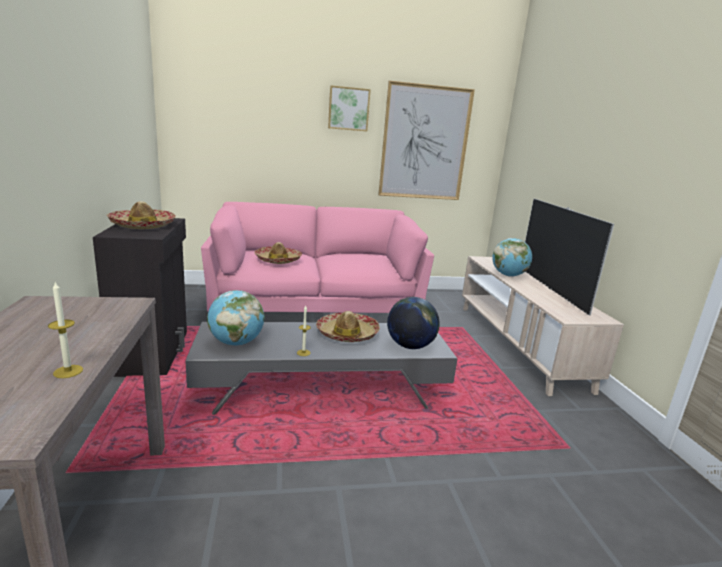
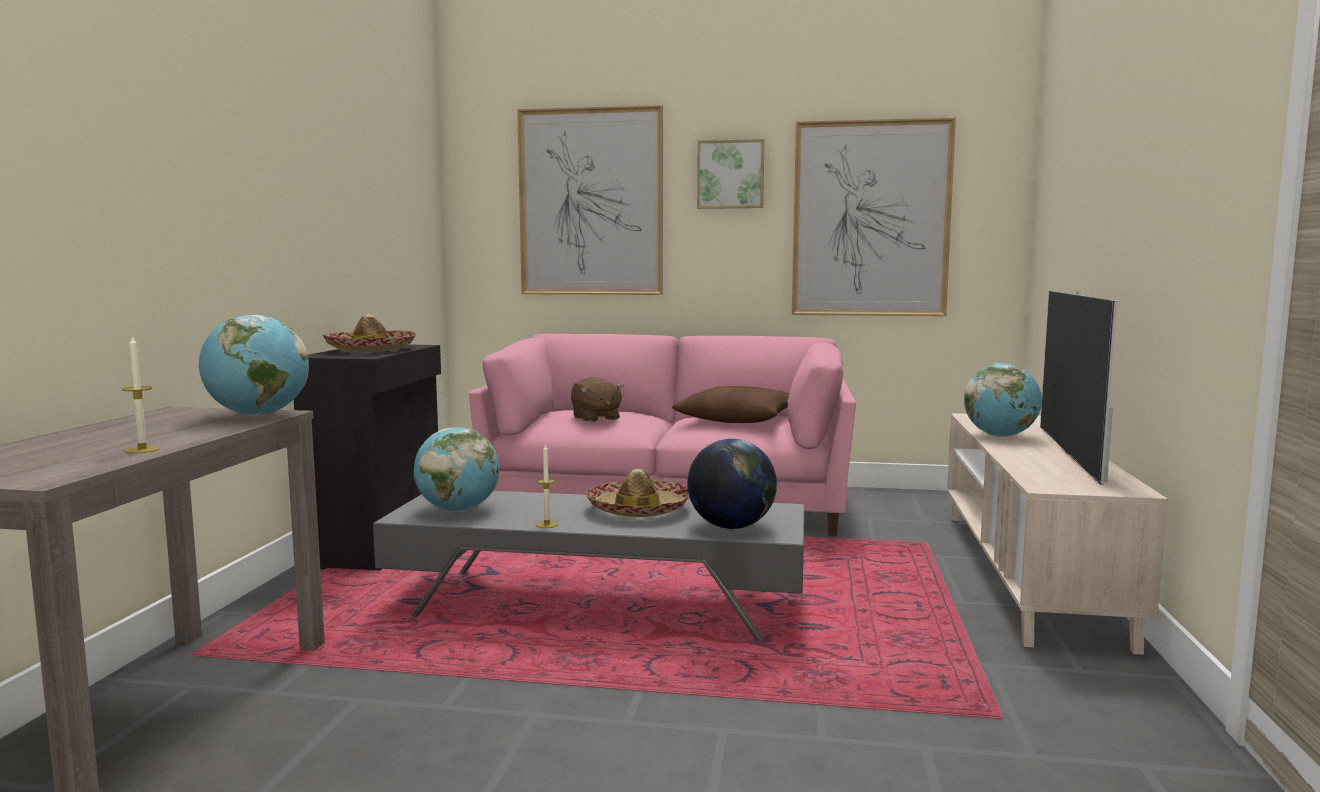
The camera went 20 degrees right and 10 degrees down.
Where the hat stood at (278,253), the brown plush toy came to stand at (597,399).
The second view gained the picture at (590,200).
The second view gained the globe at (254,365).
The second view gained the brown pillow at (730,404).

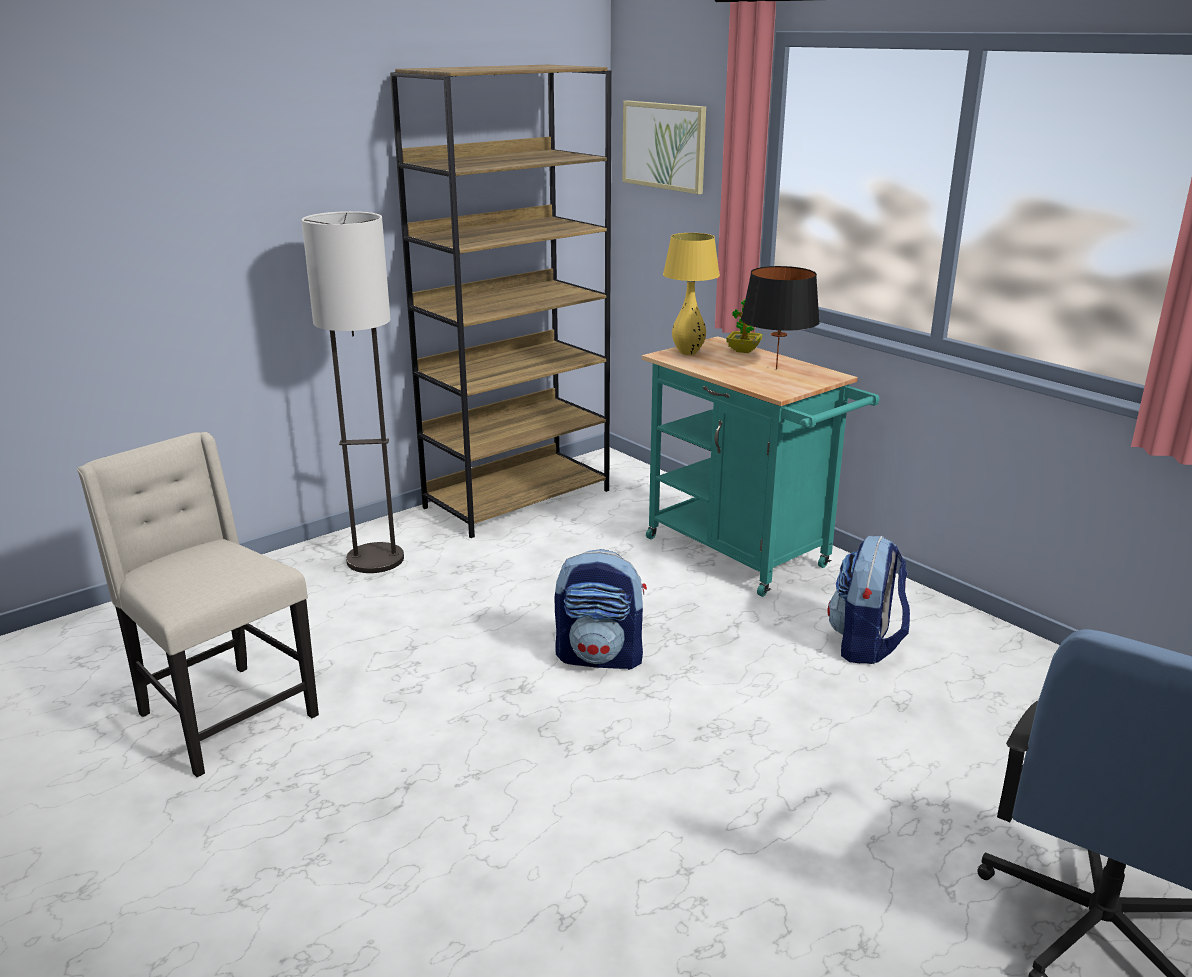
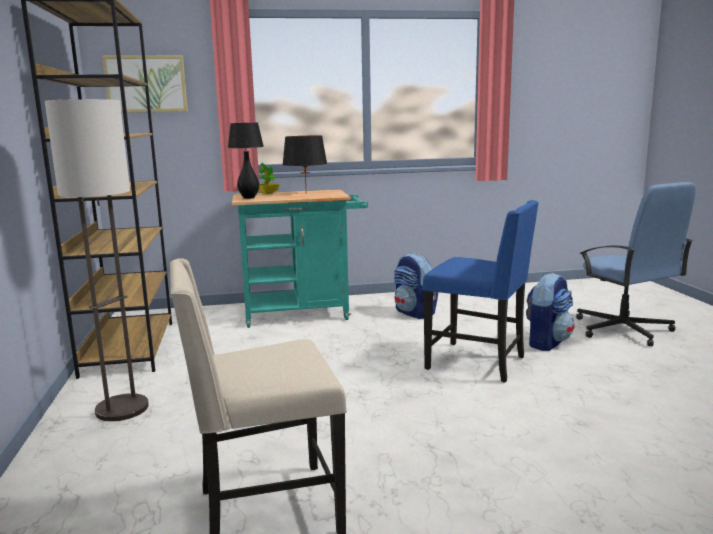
The camera went 60 degrees left and 10 degrees down.
What was the yellow table lamp at (691,294) turned into the black table lamp at (246,161).
The backpack ended up elsewhere, having gone from (601,609) to (550,312).
The second view gained the blue chair at (480,291).

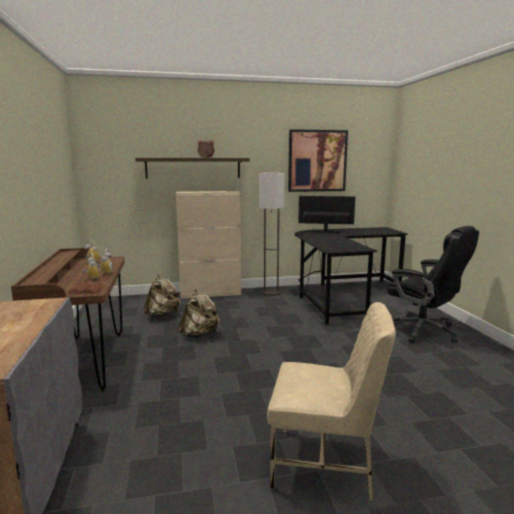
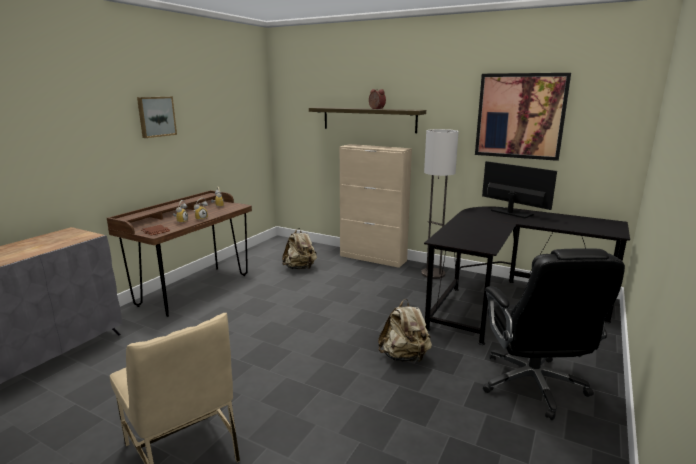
The camera went 40 degrees right and 5 degrees up.
The beige backpack ended up elsewhere, having gone from (199,314) to (405,330).
The second view gained the picture at (157,117).

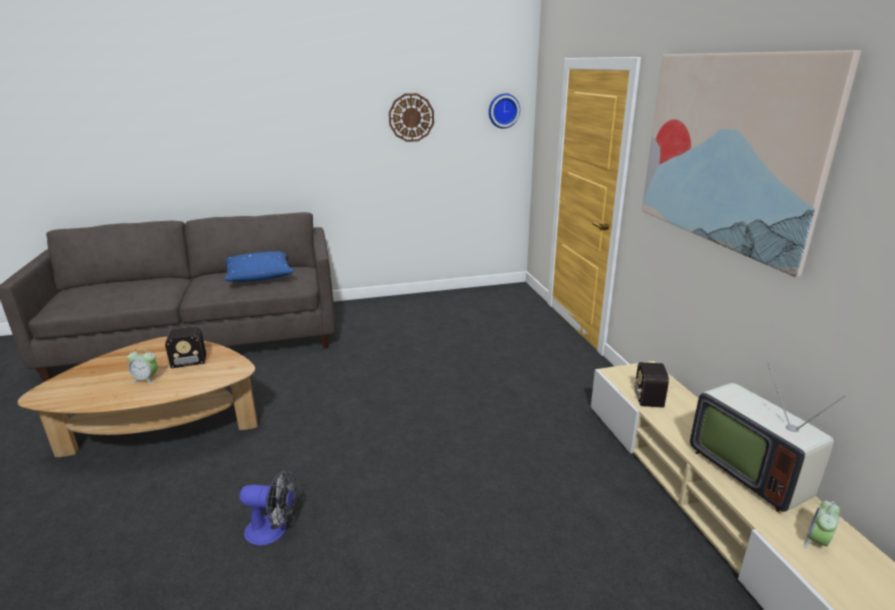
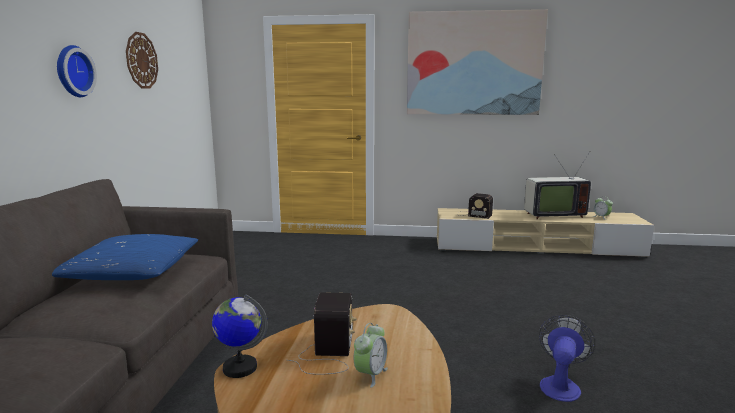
The camera went 70 degrees left and 10 degrees down.
The wall clock ended up elsewhere, having gone from (504,111) to (77,71).
The second view gained the globe at (240,336).

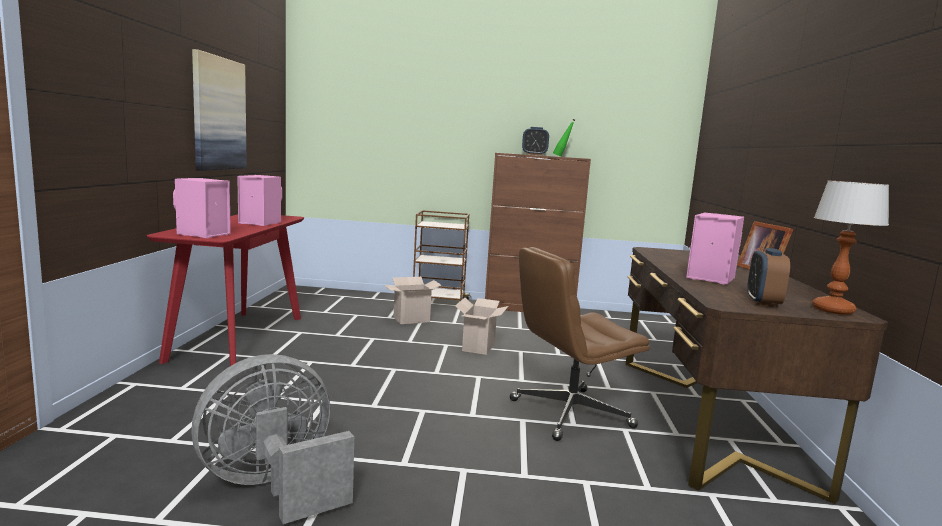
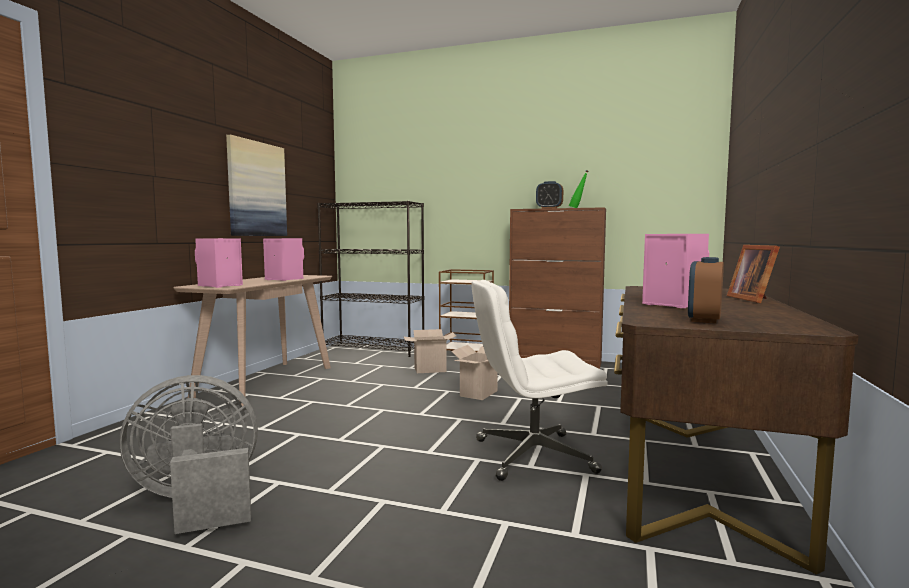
The camera went 15 degrees right and 5 degrees down.
The second view lost the table lamp at (850,247).
What was the red console table at (225,290) turned into the beige console table at (252,340).
What was the brown office chair at (580,344) turned into the white office chair at (539,380).
The second view gained the black bookcase at (370,279).

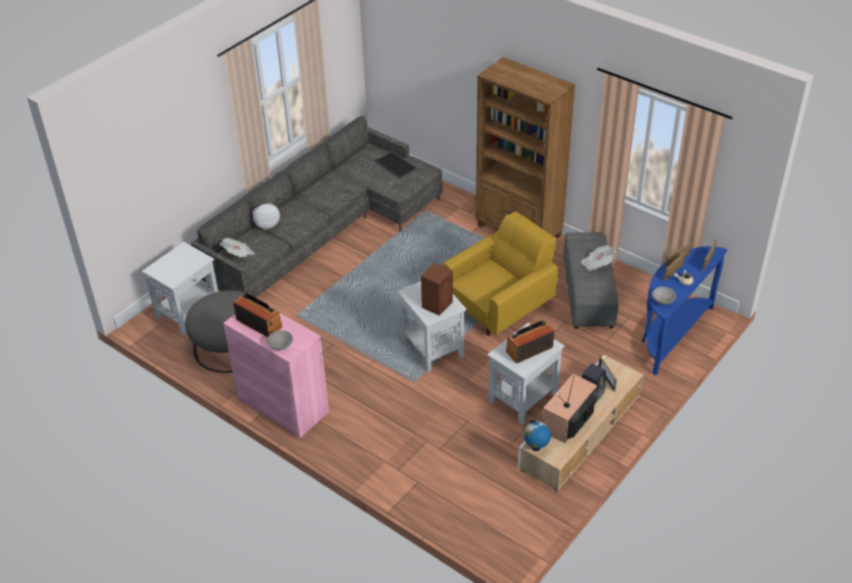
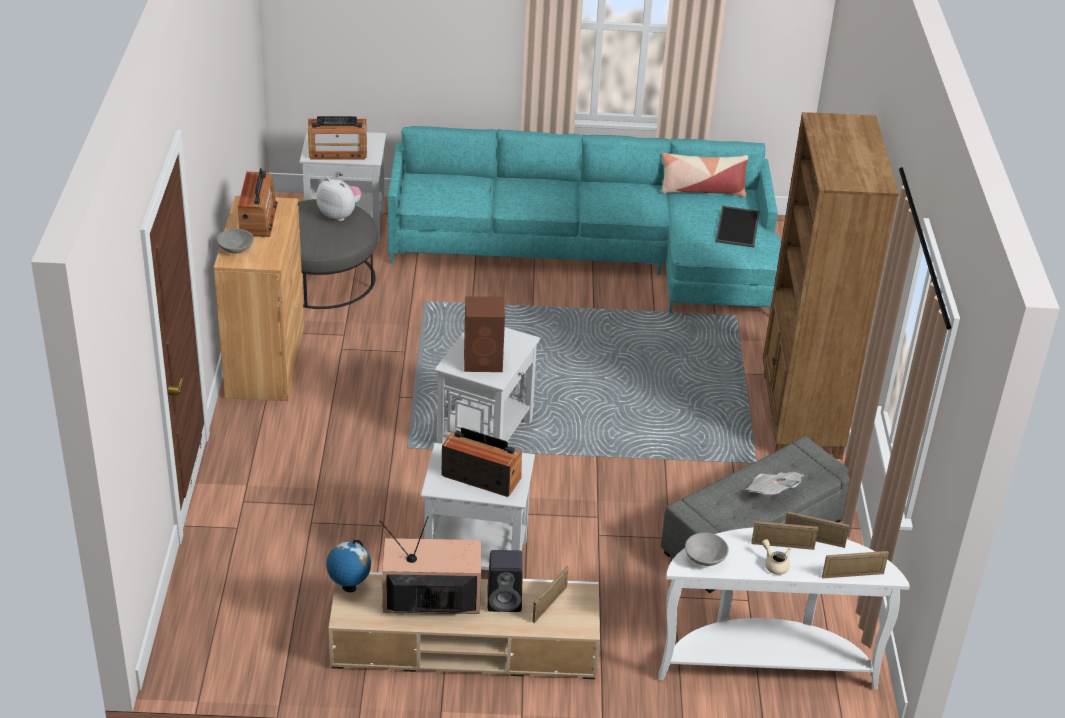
The camera went 50 degrees right and 5 degrees down.
What was the grey sofa at (316,206) turned into the turquoise sofa at (584,219).
The plush toy ended up elsewhere, having gone from (266,216) to (339,199).
The second view lost the yellow armchair at (500,274).
The second view lost the newspaper at (237,247).
What was the blue console table at (684,310) turned into the white console table at (784,609).
What was the pink cabinet at (276,375) turned into the brown cabinet at (259,298).
The second view gained the radio at (337,137).
The second view gained the pillow at (705,175).

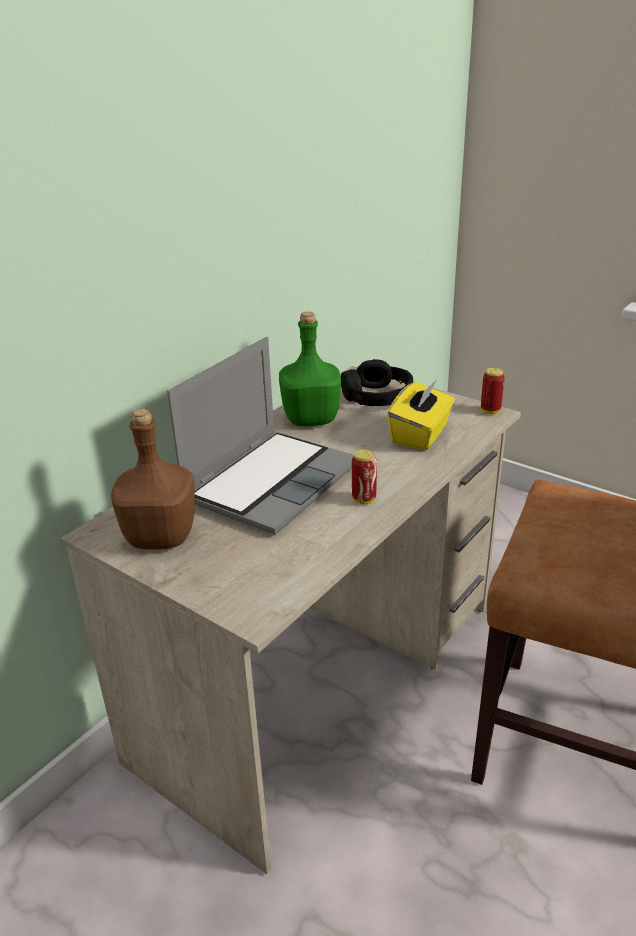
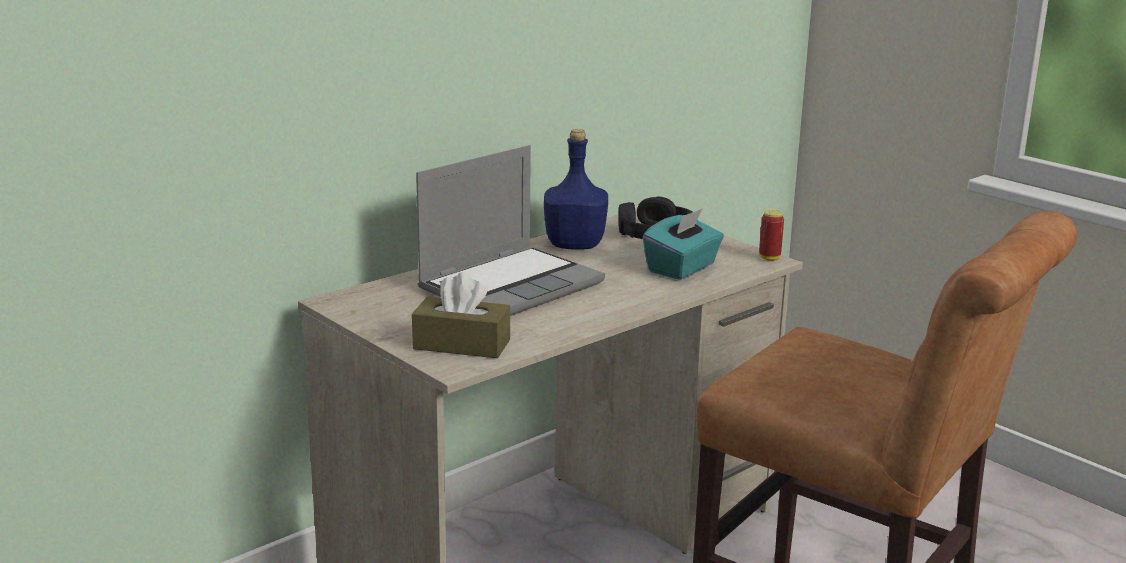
The camera went 10 degrees right and 10 degrees down.
What was the green bottle at (310,369) turned into the blue bottle at (576,189).
What was the yellow tissue box at (421,414) turned into the turquoise tissue box at (683,244).
The second view lost the brown bottle at (153,479).
The second view lost the can at (364,476).
The second view gained the brown tissue box at (461,315).

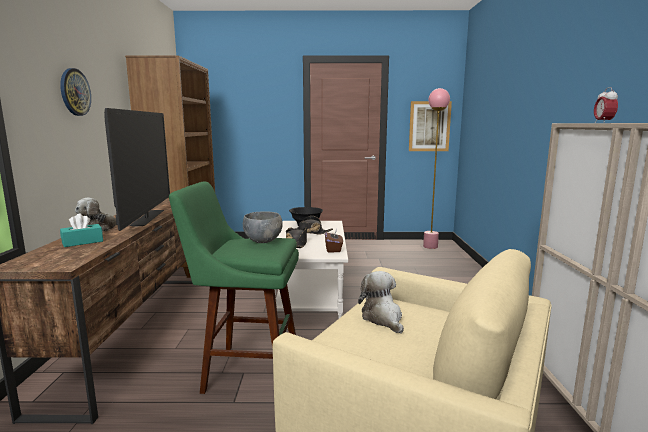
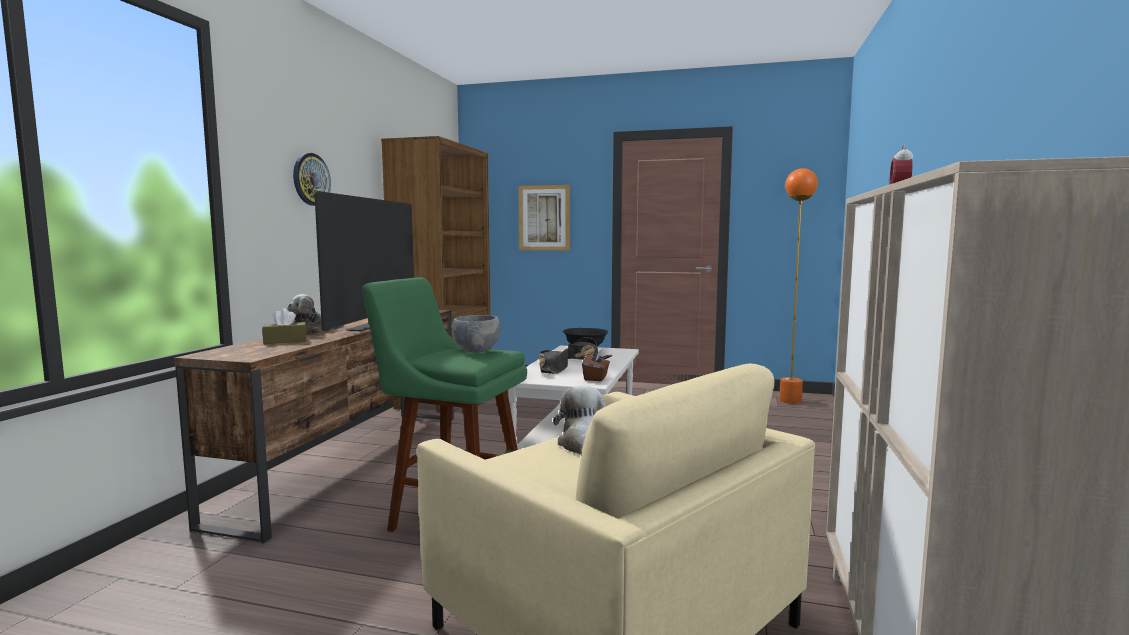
The camera went 15 degrees right and 5 degrees down.
What was the pink floor lamp at (436,168) turned into the orange floor lamp at (798,286).
The picture ended up elsewhere, having gone from (430,126) to (544,217).
What was the turquoise tissue box at (81,230) turned into the brown tissue box at (284,326).

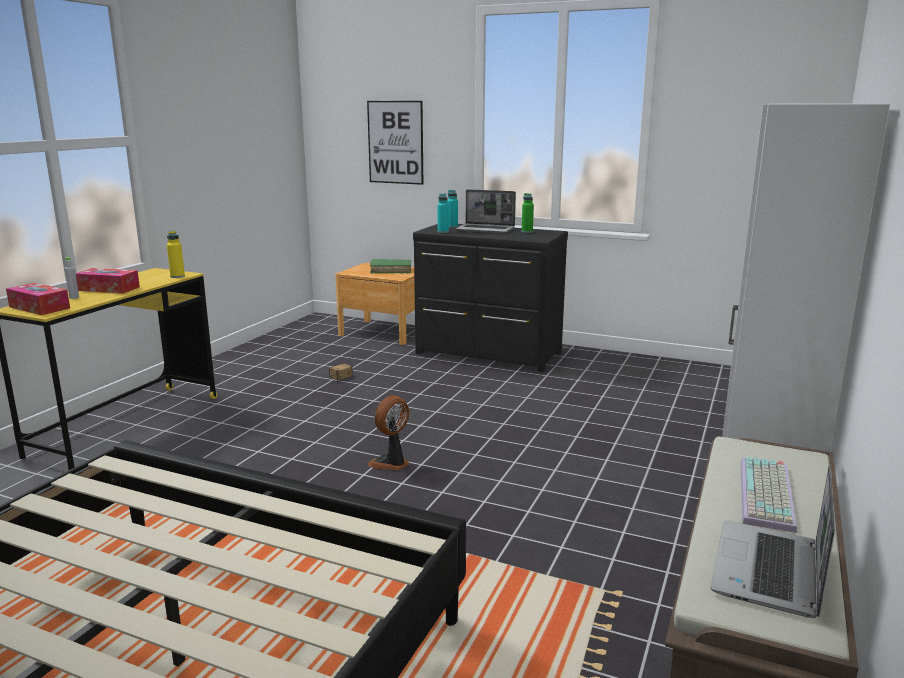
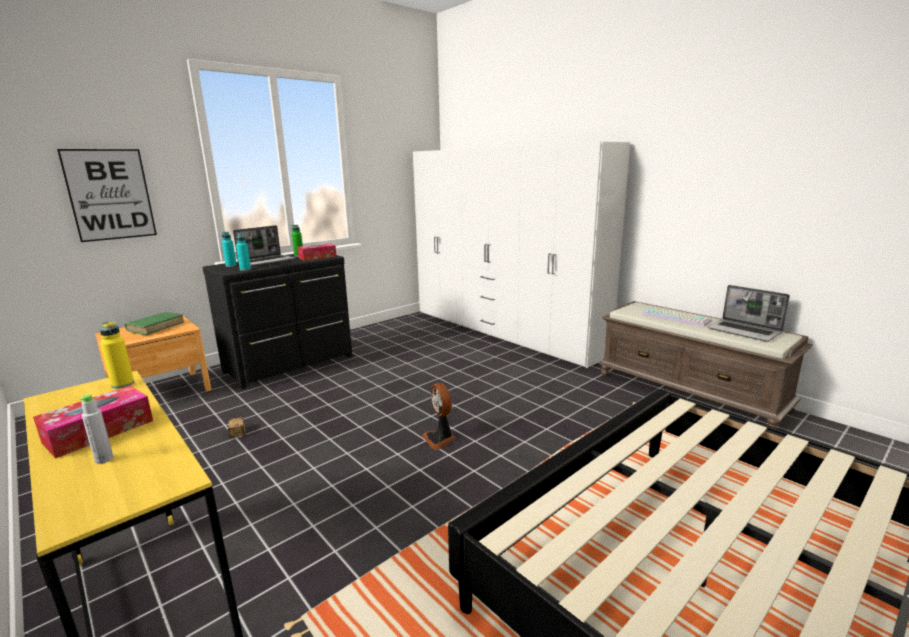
The camera went 65 degrees left and 0 degrees up.
The tissue box ended up elsewhere, having gone from (38,299) to (317,252).

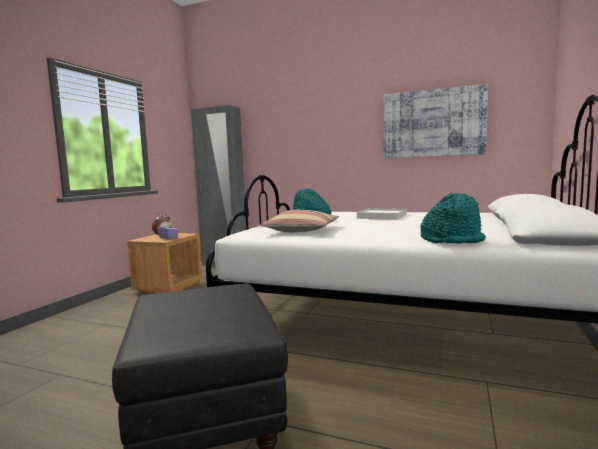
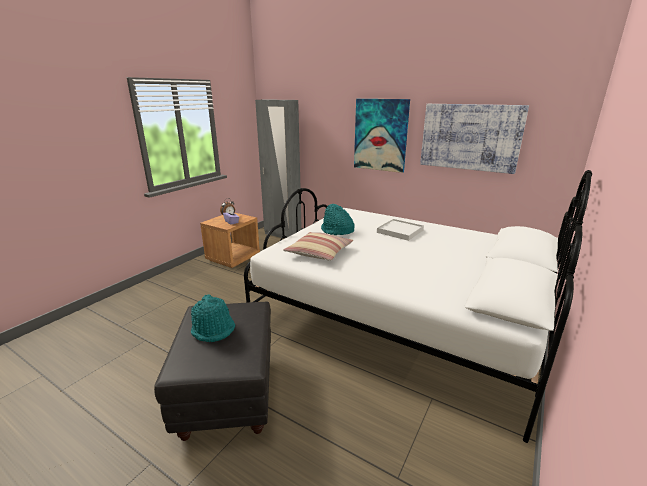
The camera went 10 degrees right and 15 degrees up.
The turquoise hat ended up elsewhere, having gone from (453,218) to (213,318).
The second view gained the picture at (382,136).

